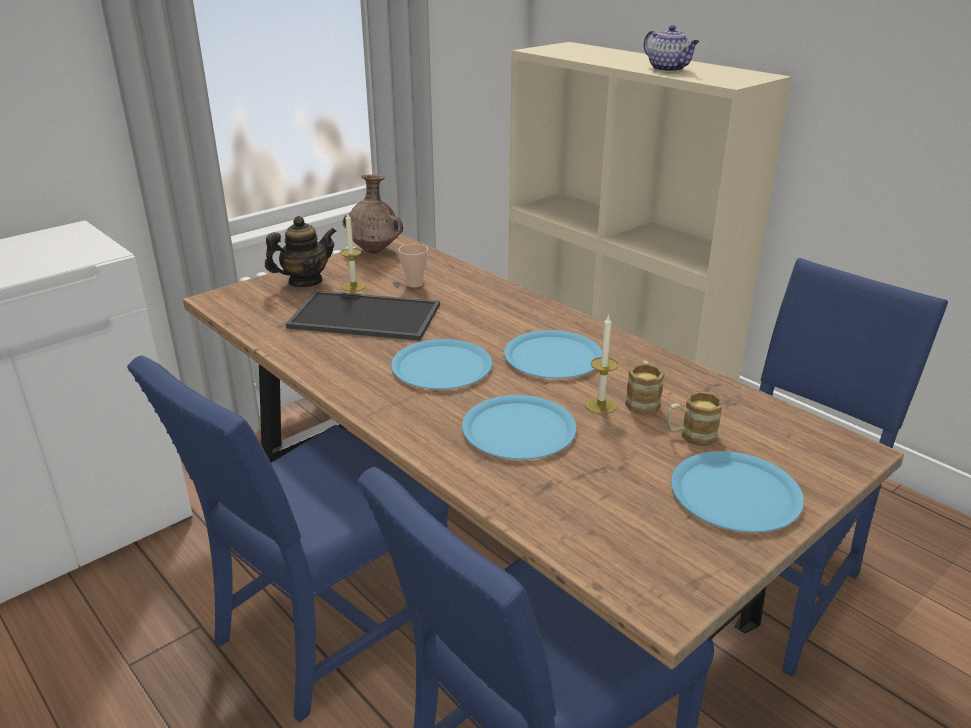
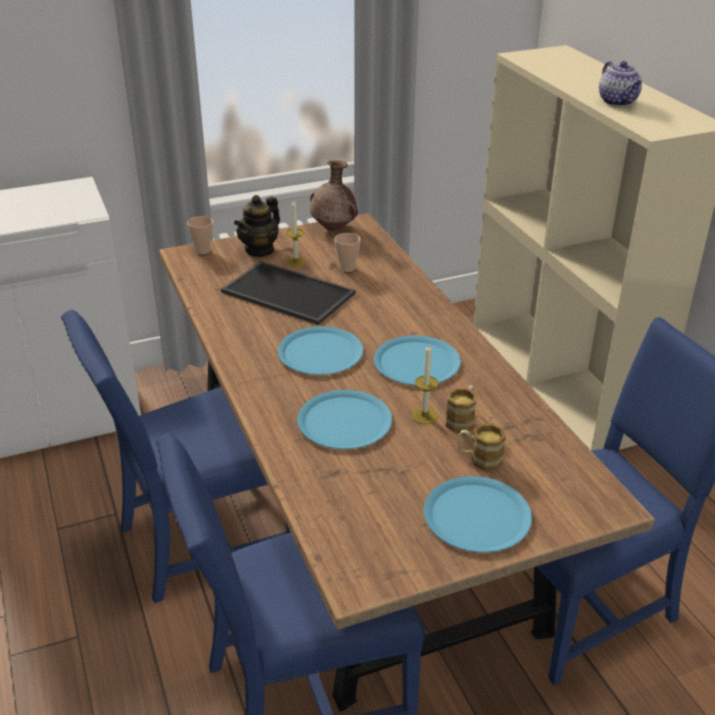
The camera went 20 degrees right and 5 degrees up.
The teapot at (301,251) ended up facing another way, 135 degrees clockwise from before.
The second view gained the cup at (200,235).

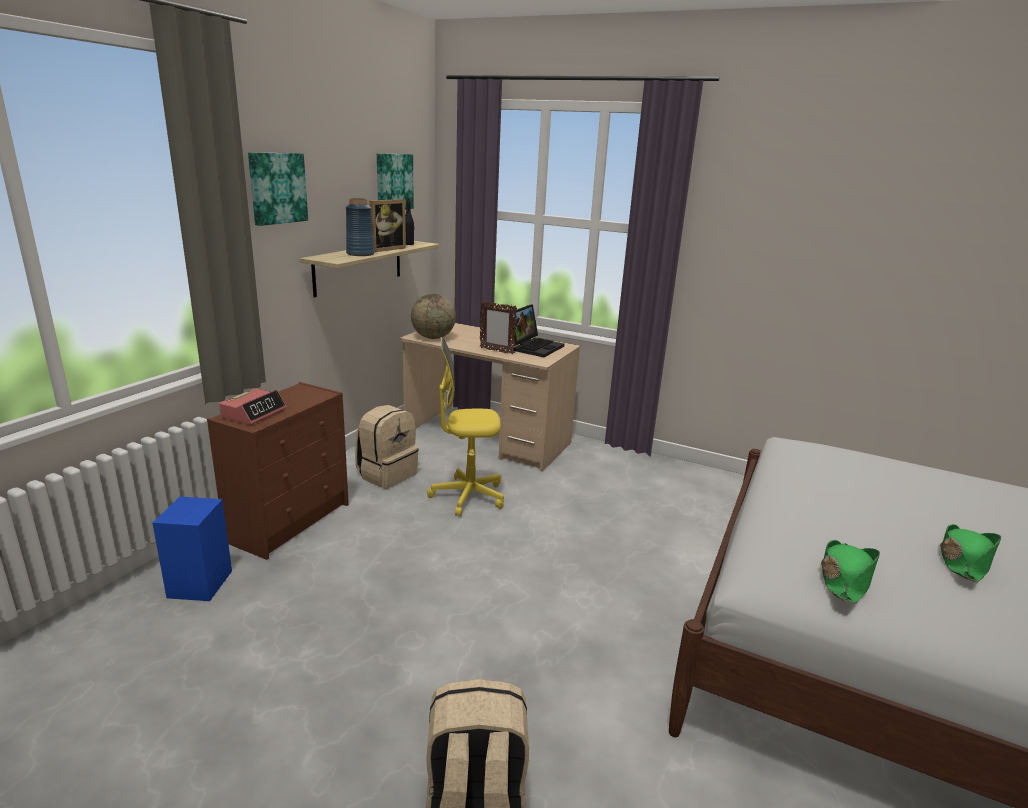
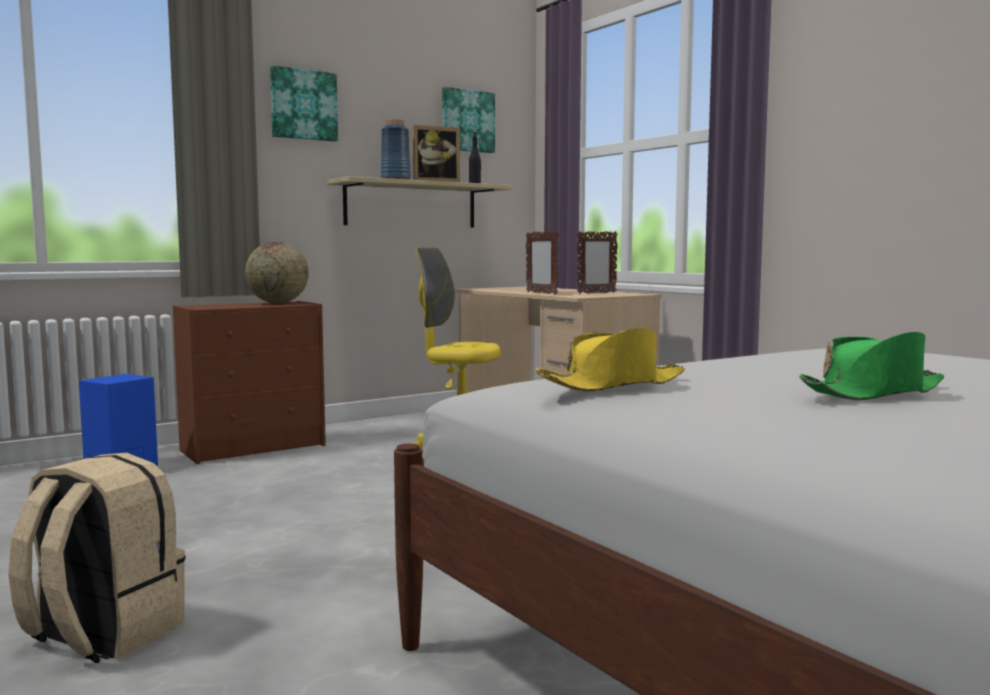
The camera went 30 degrees right and 15 degrees down.
The globe ended up elsewhere, having gone from (433,316) to (277,272).
Where the laptop stood at (538,330), the picture frame came to stand at (597,262).
The second view lost the alarm clock at (252,406).
The second view lost the beige backpack at (387,447).
What was the green hat at (850,572) turned into the yellow hat at (610,360).

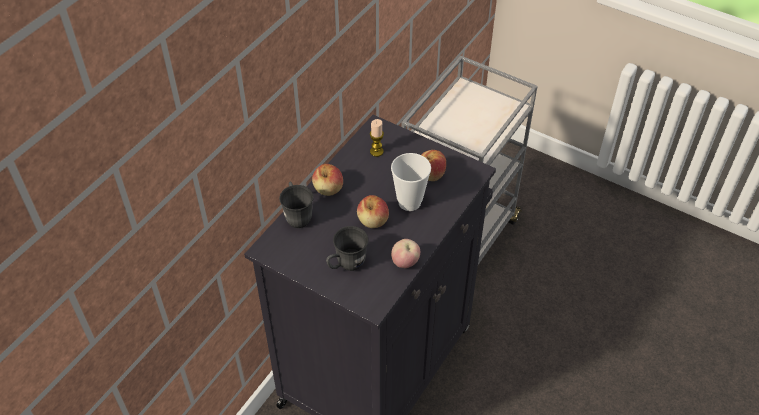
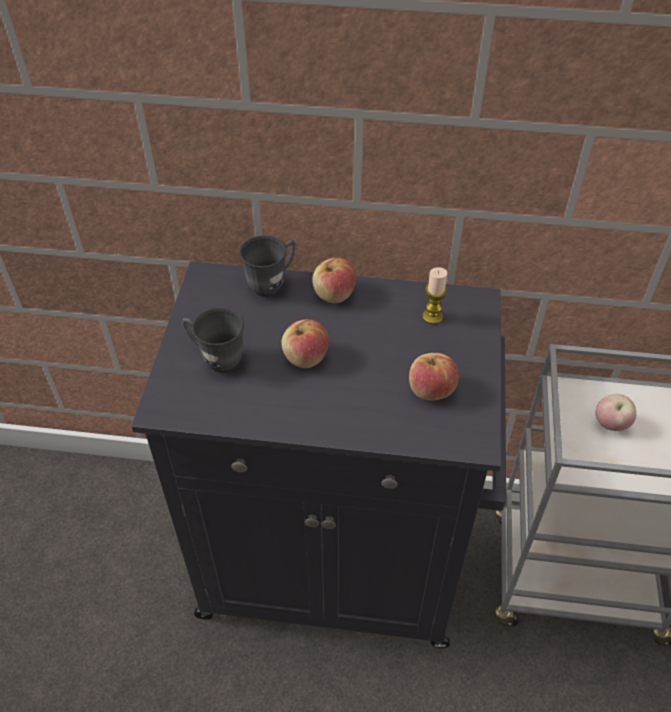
The camera went 65 degrees right and 0 degrees up.
The second view lost the cup at (411,182).
The apple ended up elsewhere, having gone from (405,253) to (615,412).

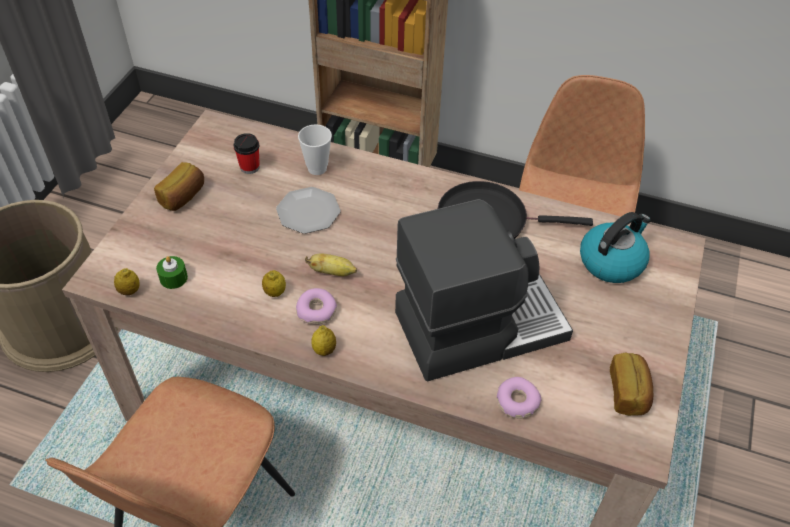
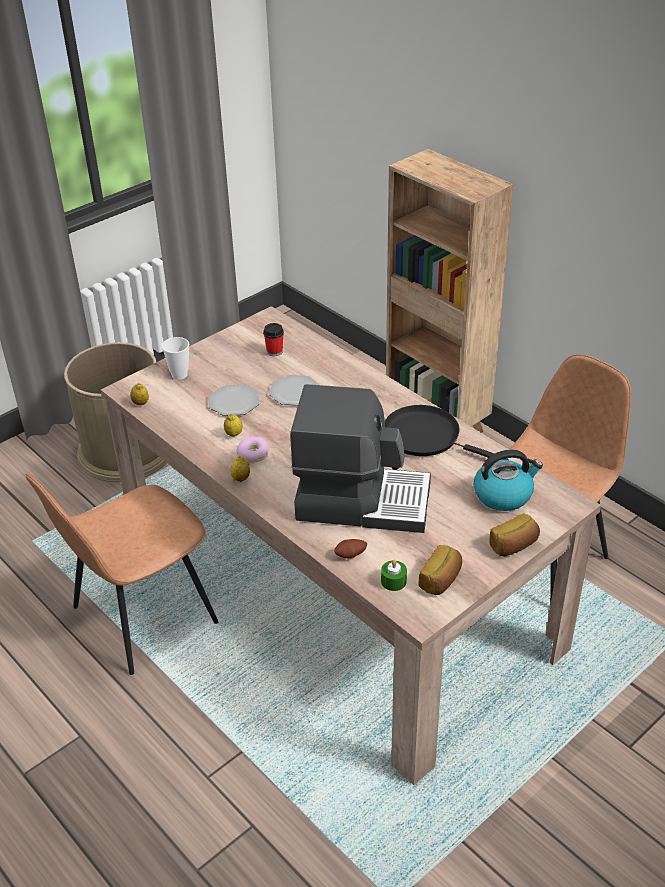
The camera went 30 degrees right and 10 degrees down.
The cup ended up elsewhere, having gone from (315,149) to (175,358).
The bread ended up elsewhere, having gone from (179,186) to (514,535).
The second view lost the banana at (331,264).
The green candle ended up elsewhere, having gone from (172,272) to (394,575).
Where the donut stood at (519,398), the potato came to stand at (350,548).
The second view gained the plate at (234,400).

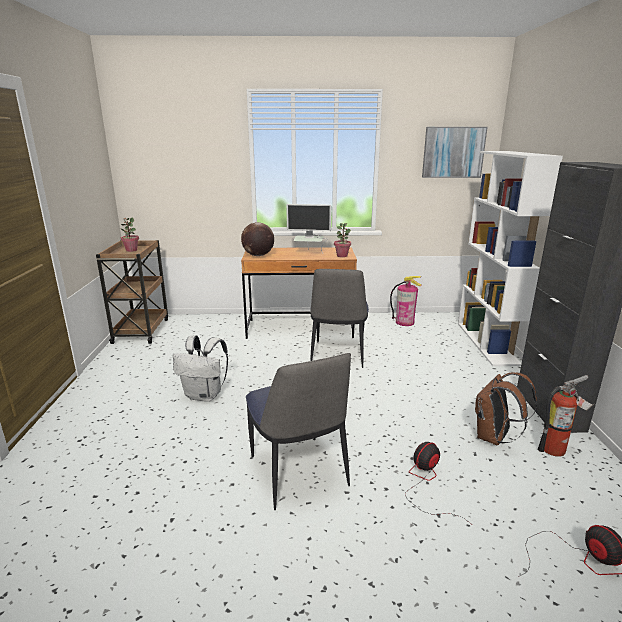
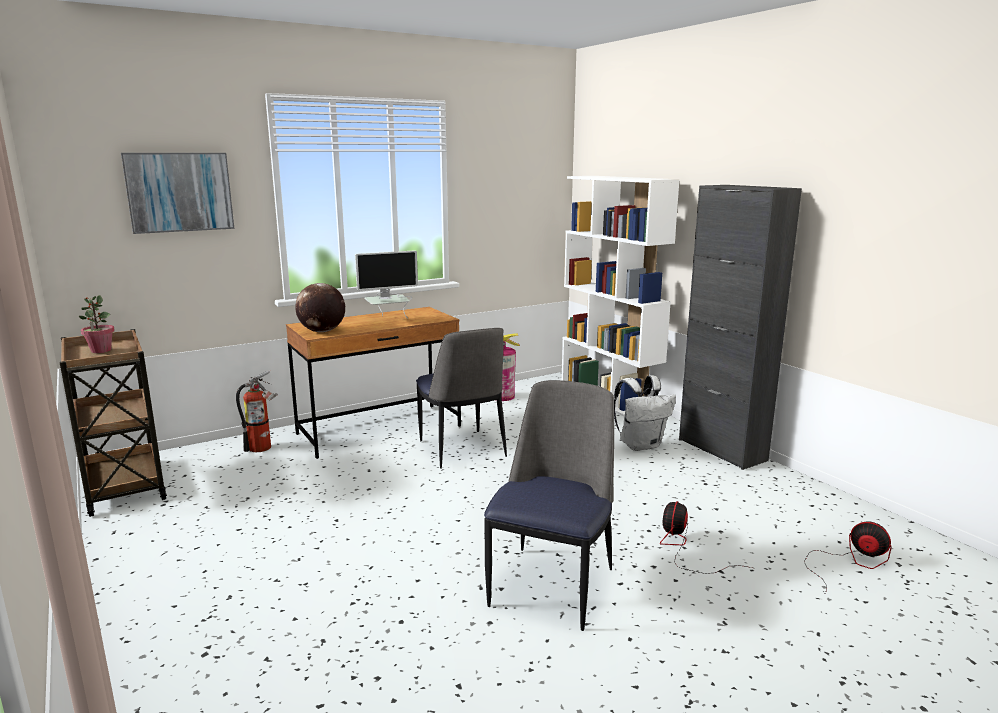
The camera went 30 degrees left and 5 degrees down.
The picture ended up elsewhere, having gone from (455,152) to (177,193).
The second view lost the potted plant at (342,240).
The white backpack ended up elsewhere, having gone from (200,368) to (645,413).
The chair at (298,431) ended up facing another way, 105 degrees counterclockwise from before.
The second view lost the brown backpack at (506,408).
The fire extinguisher ended up elsewhere, having gone from (566,416) to (257,411).

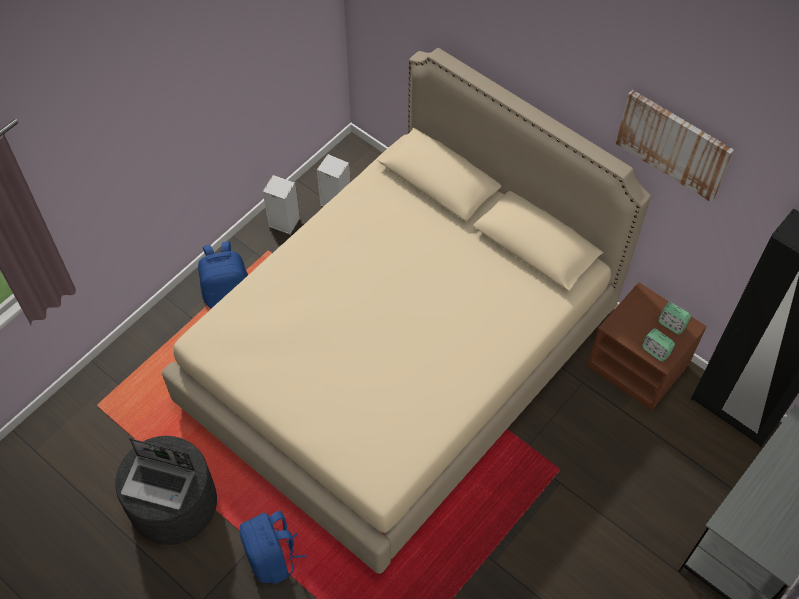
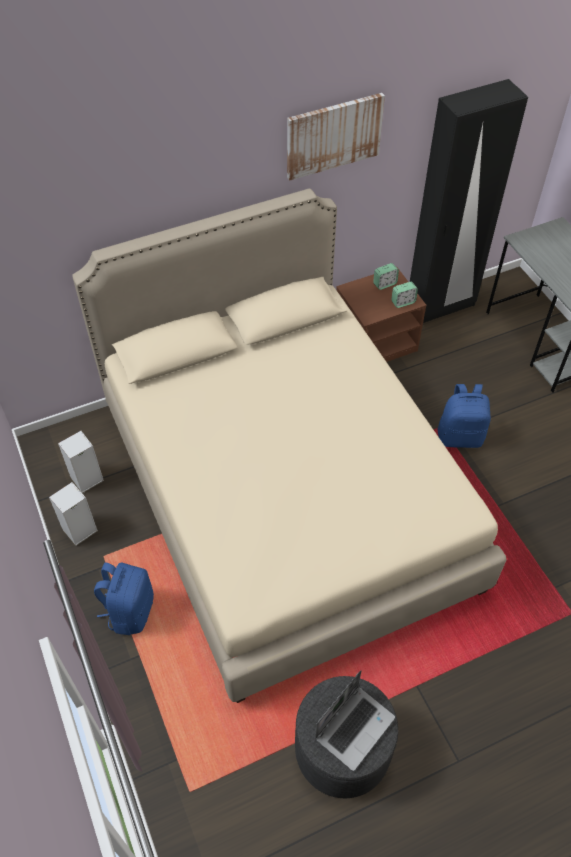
The camera went 65 degrees left and 5 degrees down.
The blue backpack ended up elsewhere, having gone from (272,547) to (464,416).

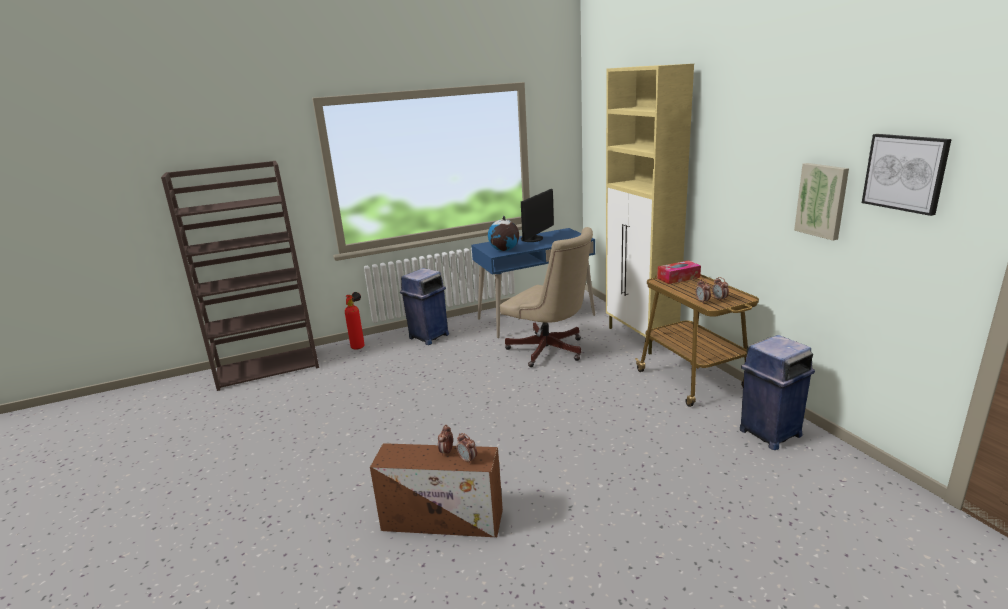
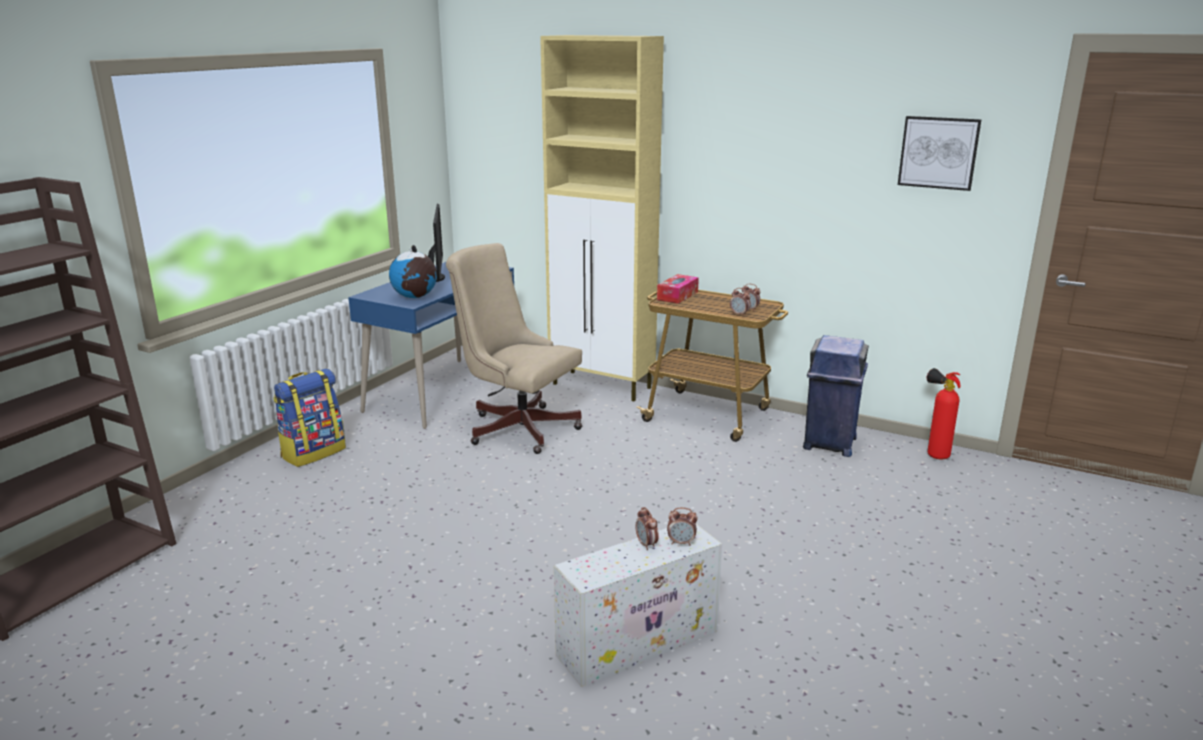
The camera went 40 degrees left and 0 degrees up.
The second view lost the picture at (821,201).
The beige office chair at (546,297) ended up facing another way, 150 degrees counterclockwise from before.
Where the blue trash can stood at (424,306), the backpack came to stand at (309,418).
The fire extinguisher ended up elsewhere, having gone from (355,321) to (943,413).
What was the brown storage box at (436,490) turned into the white storage box at (638,605).

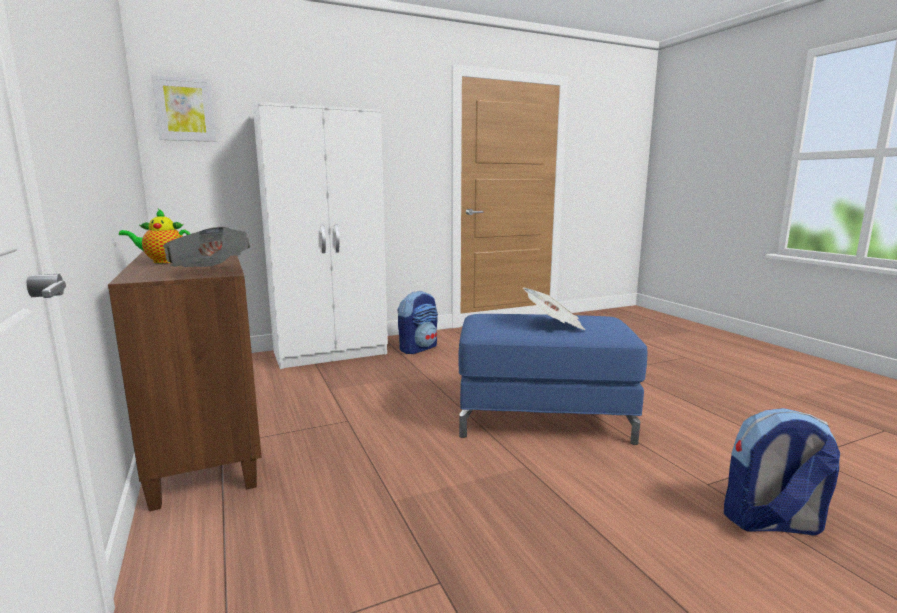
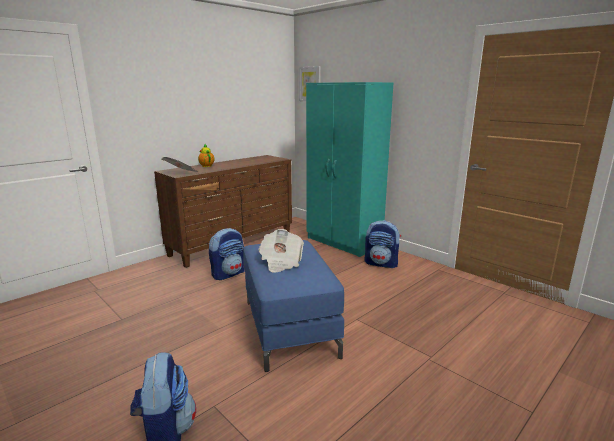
The camera went 70 degrees right and 5 degrees up.
What was the white wardrobe at (320,235) turned into the turquoise wardrobe at (349,169).
The second view gained the backpack at (227,254).

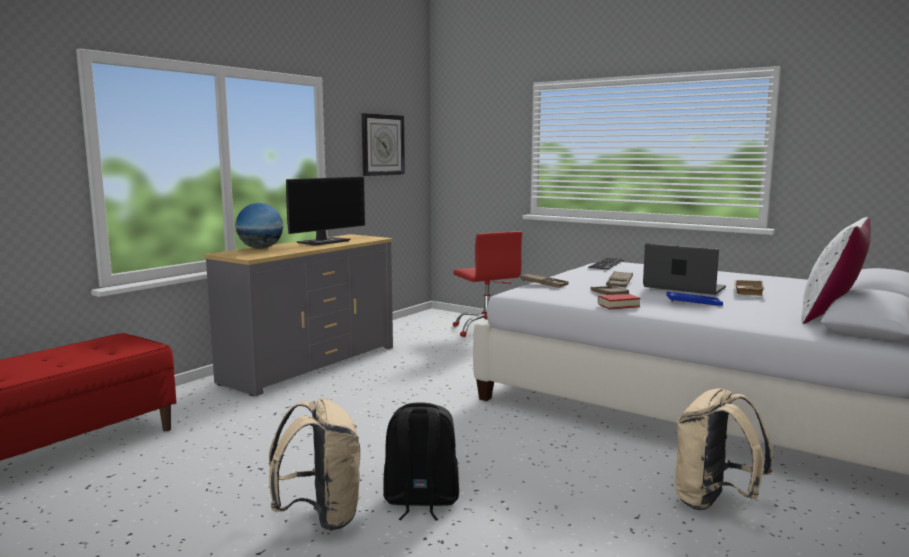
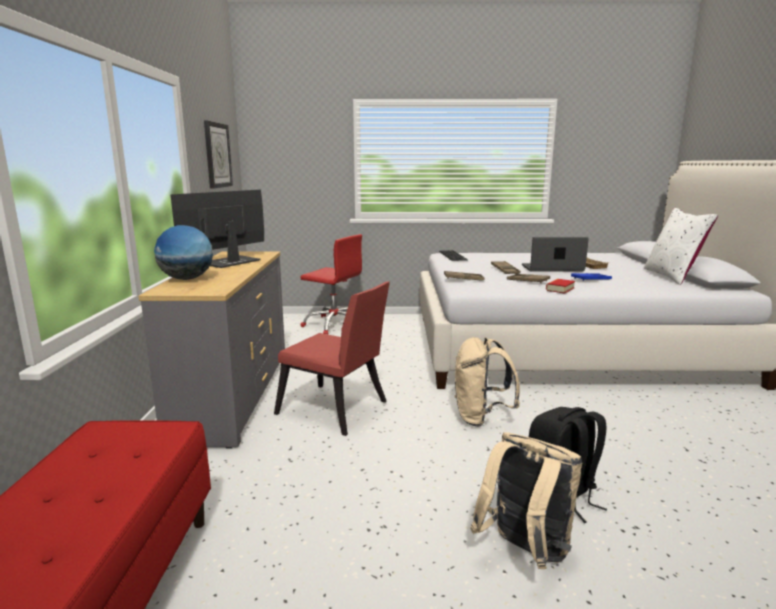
The camera went 35 degrees left and 5 degrees up.
The monitor at (325,211) ended up facing another way, 150 degrees counterclockwise from before.
The beige backpack ended up elsewhere, having gone from (724,449) to (487,382).
The second view gained the red chair at (332,358).

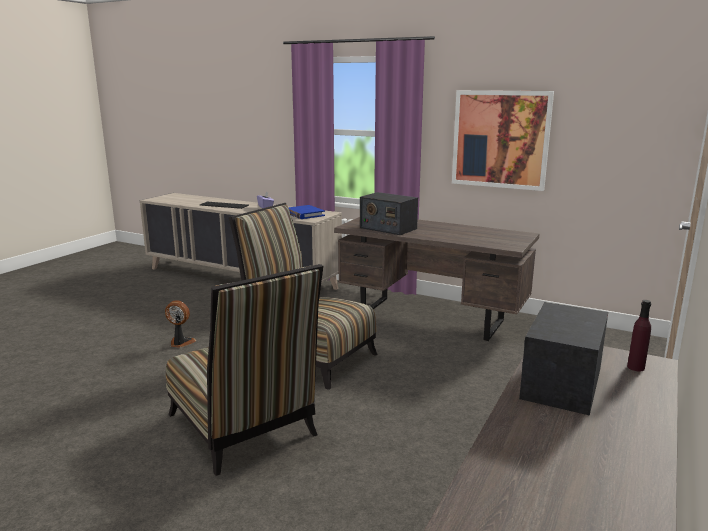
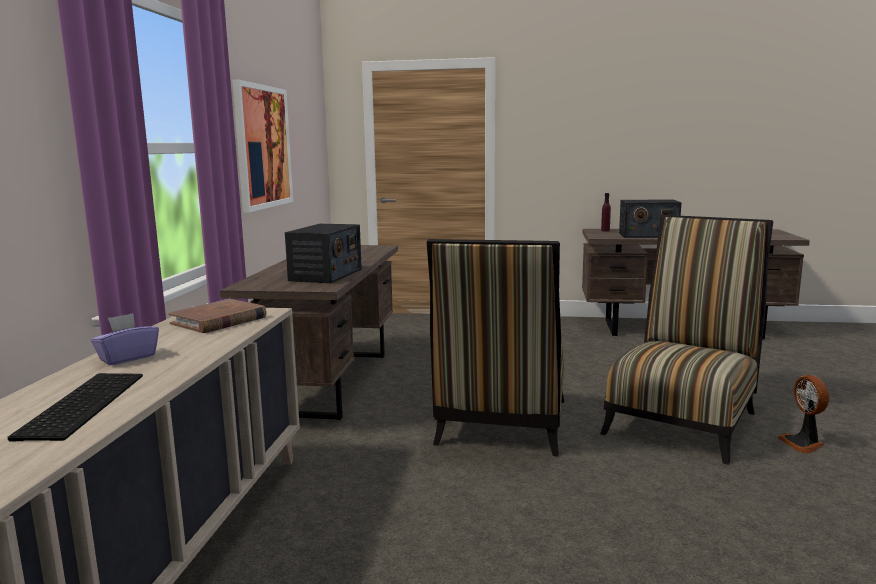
The camera went 110 degrees left and 5 degrees down.
What was the blue book at (306,212) turned into the brown book at (218,316).
The fan ended up elsewhere, having gone from (180,324) to (803,414).

